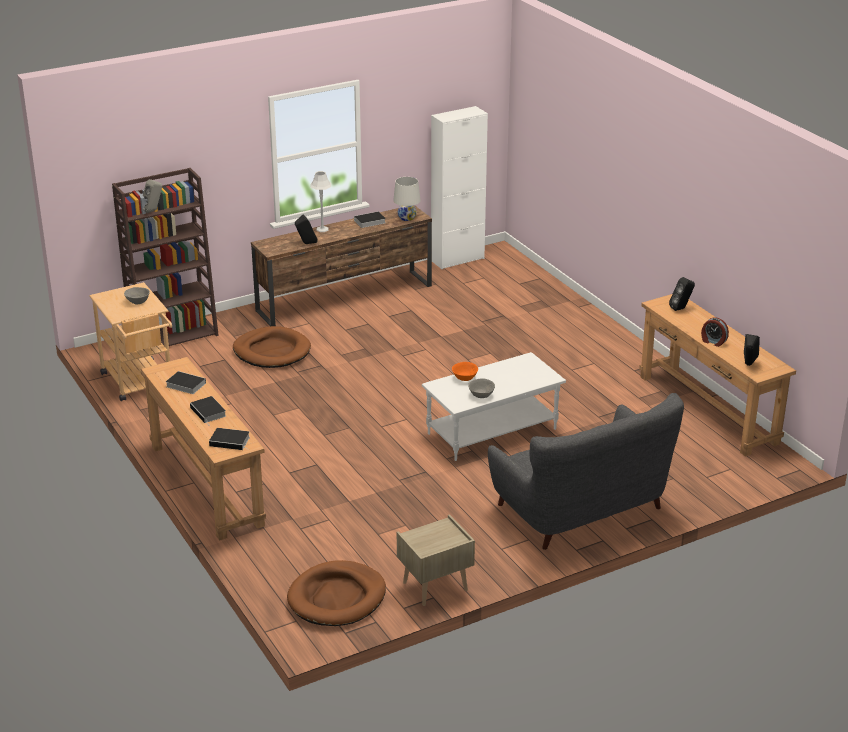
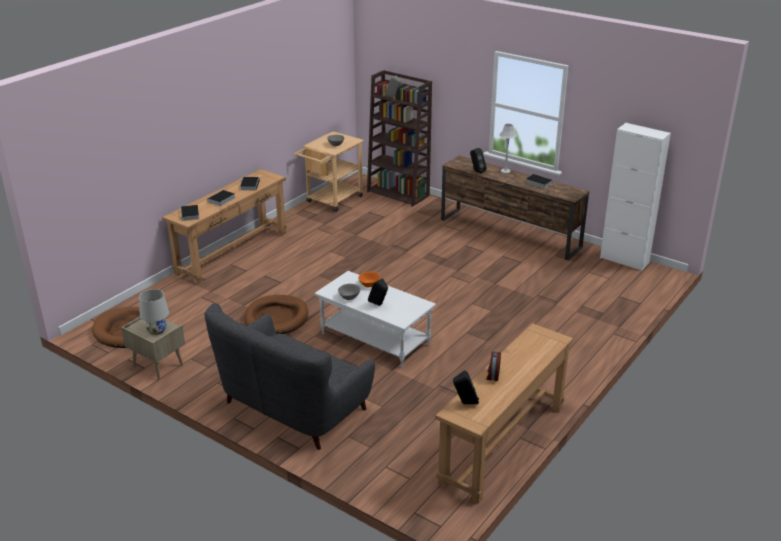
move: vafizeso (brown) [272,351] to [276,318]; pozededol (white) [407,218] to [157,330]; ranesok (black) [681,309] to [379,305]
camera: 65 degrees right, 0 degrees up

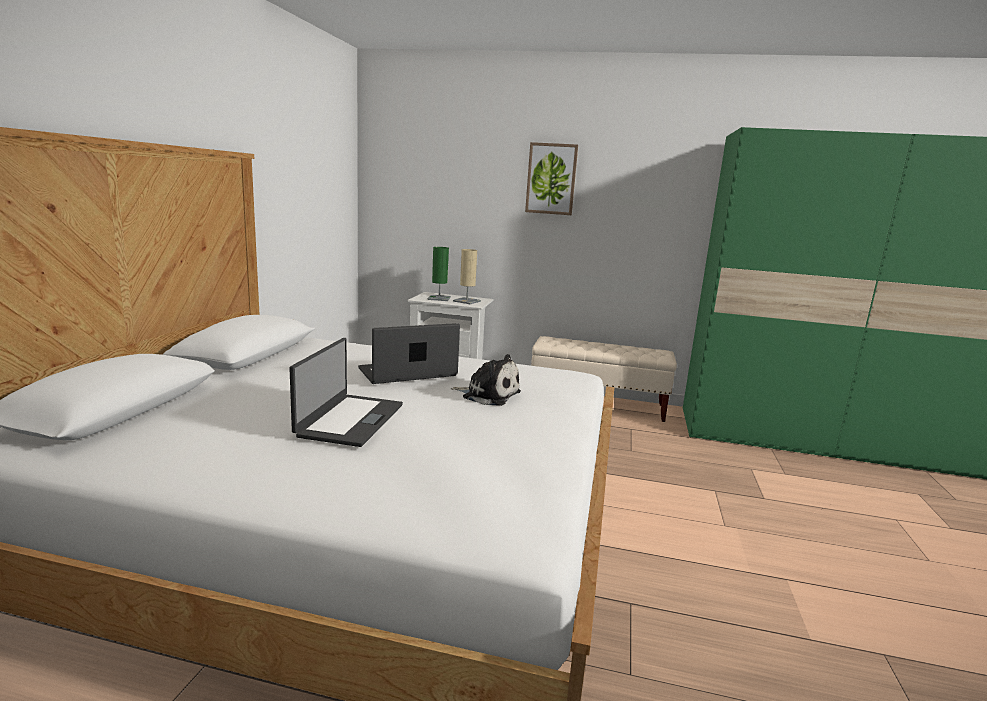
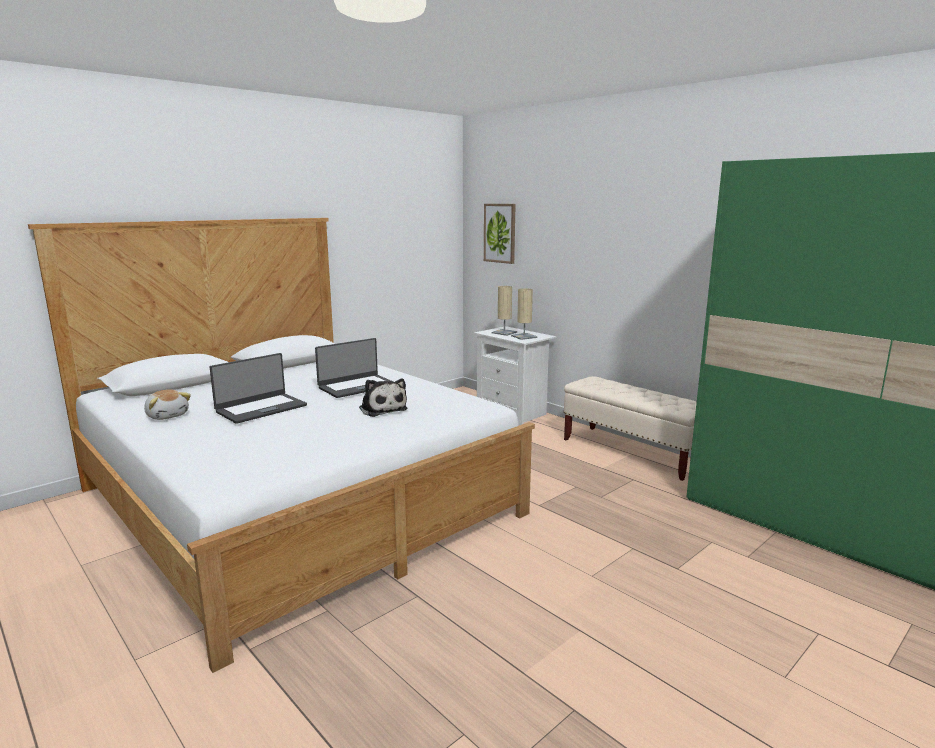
insert: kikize [167,415]
move: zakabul [551,179] to [500,233]
recolor: pozededol (green) [439,298] to pozededol (beige) [504,333]
rotate: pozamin [408,373] = [357,386] 135 degrees clockwise
camera: 35 degrees right, 0 degrees up

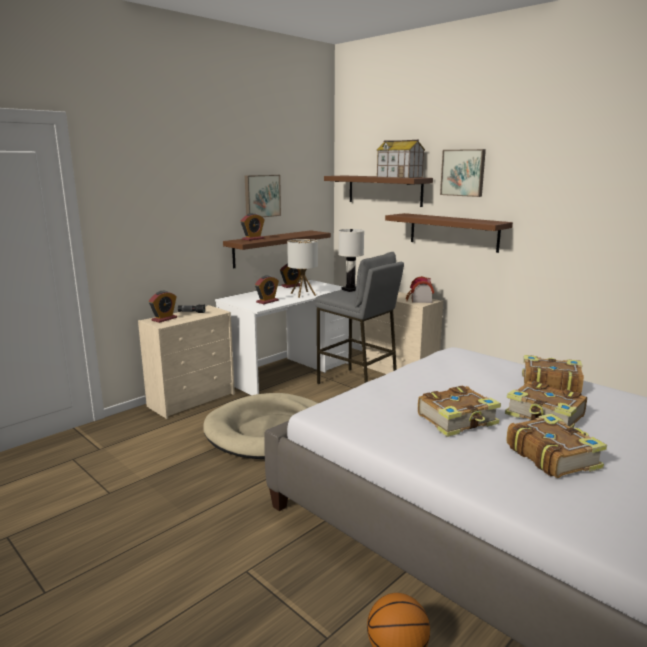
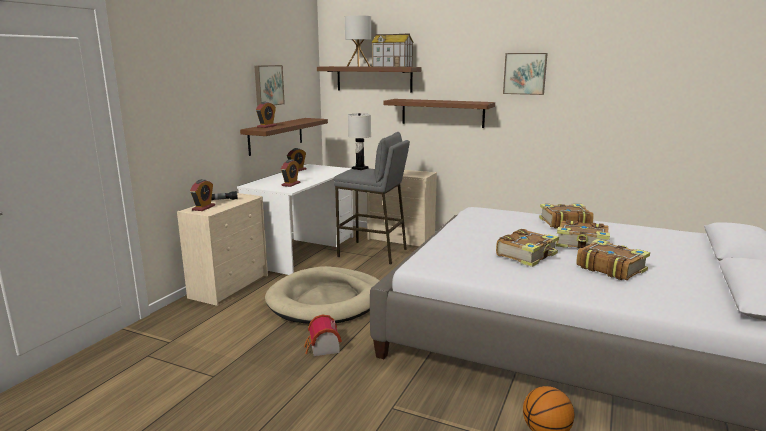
move: pozededol [303,294] to [358,66]; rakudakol [419,300] to [322,348]; zakabul [463,172] to [525,73]
camera: 20 degrees left, 0 degrees up

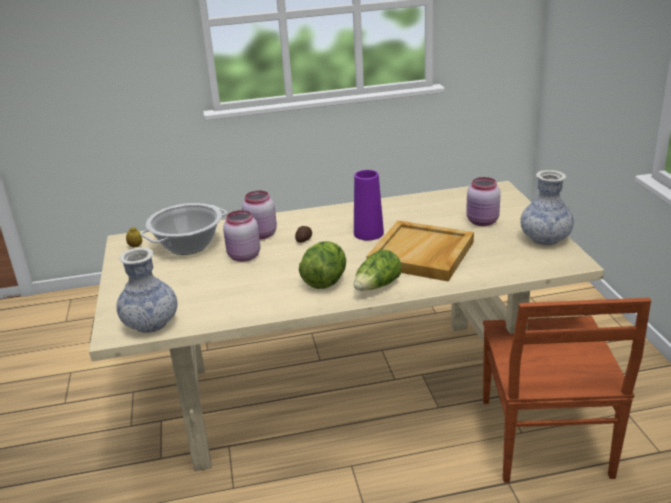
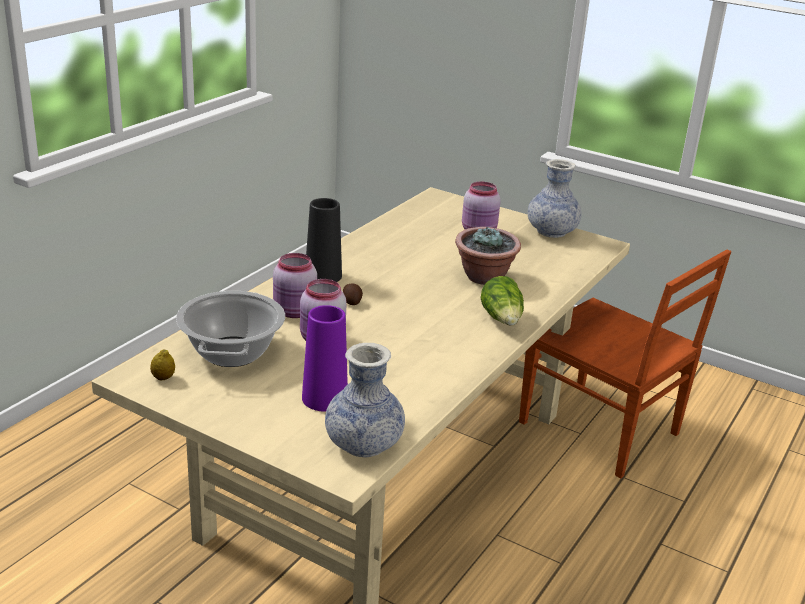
delete: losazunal [325,281]
insert: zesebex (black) [323,276]
move: zesebex (purple) [368,233] to [324,398]
replace: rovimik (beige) [421,254] to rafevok [484,277]
camera: 50 degrees left, 0 degrees up

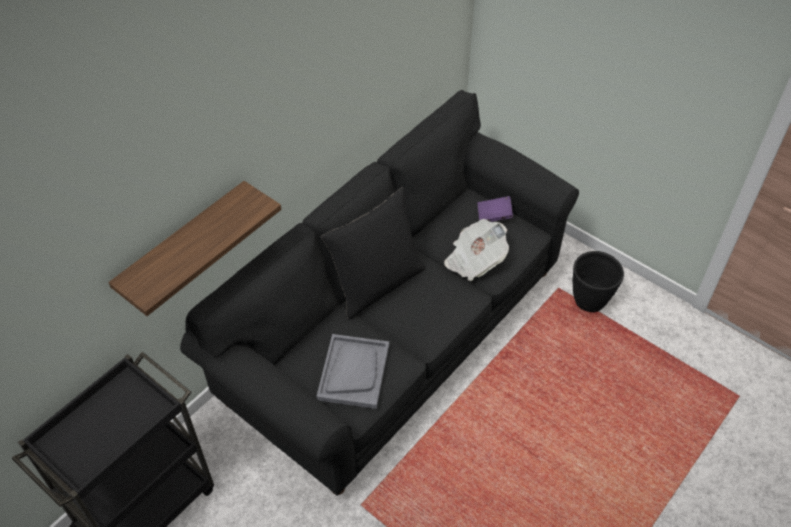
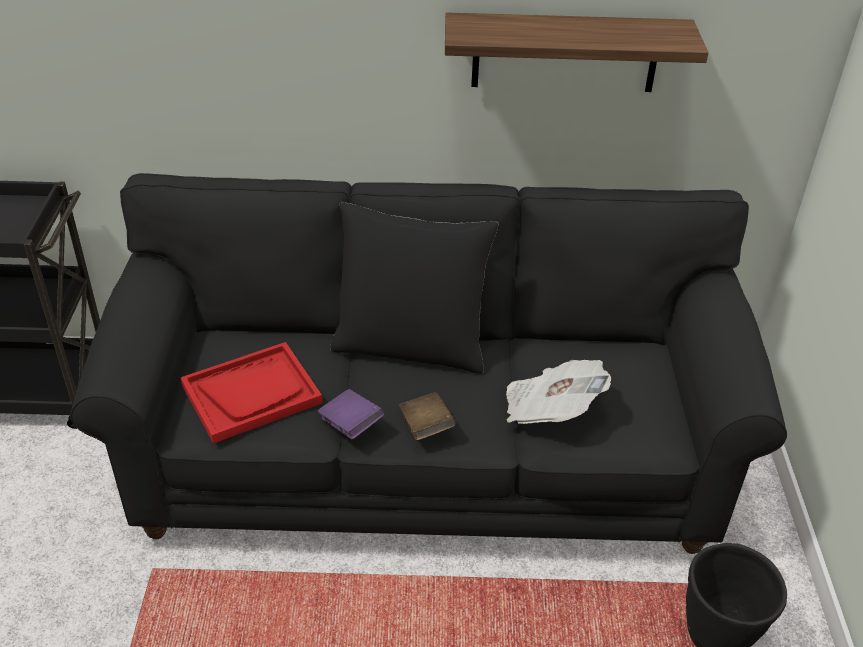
insert: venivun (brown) [426,427]
move: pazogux [184,247] to [565,52]; venivun (purple) [494,216] to [351,425]
recolor: rovimik (grey) [353,372] to rovimik (red) [252,394]
camera: 50 degrees right, 10 degrees down

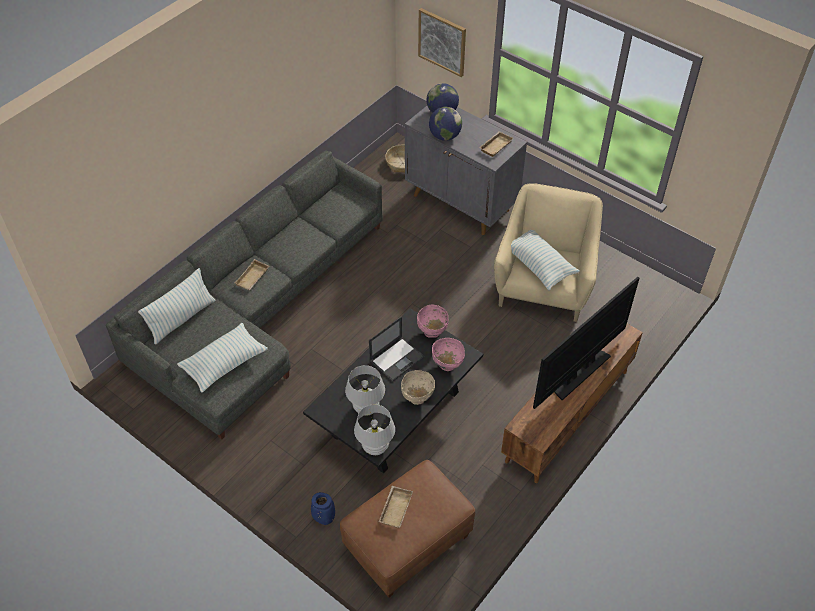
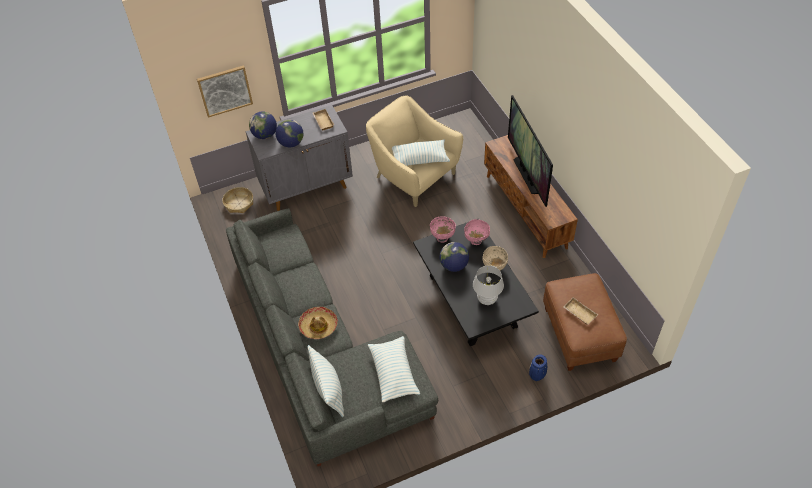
delete: pozededol (white) [375,447]
replace: rovimik (beige) [253,278] to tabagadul [318,326]; pozamin [397,358] to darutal [454,266]
camera: 60 degrees left, 0 degrees up

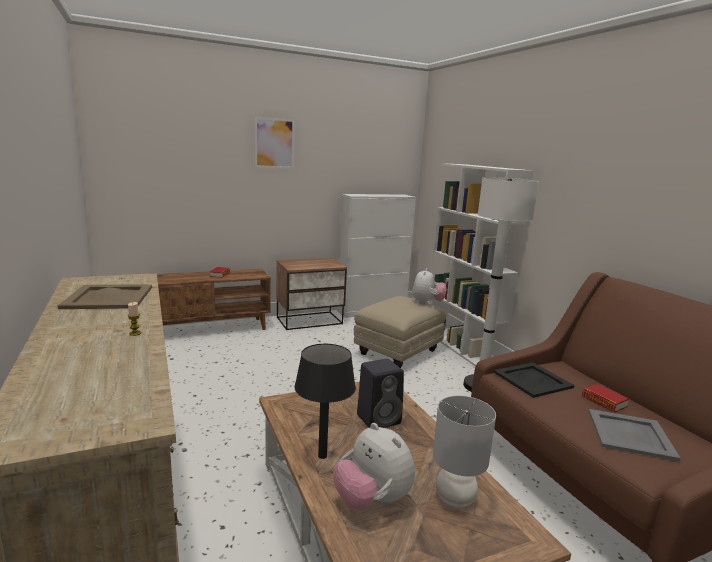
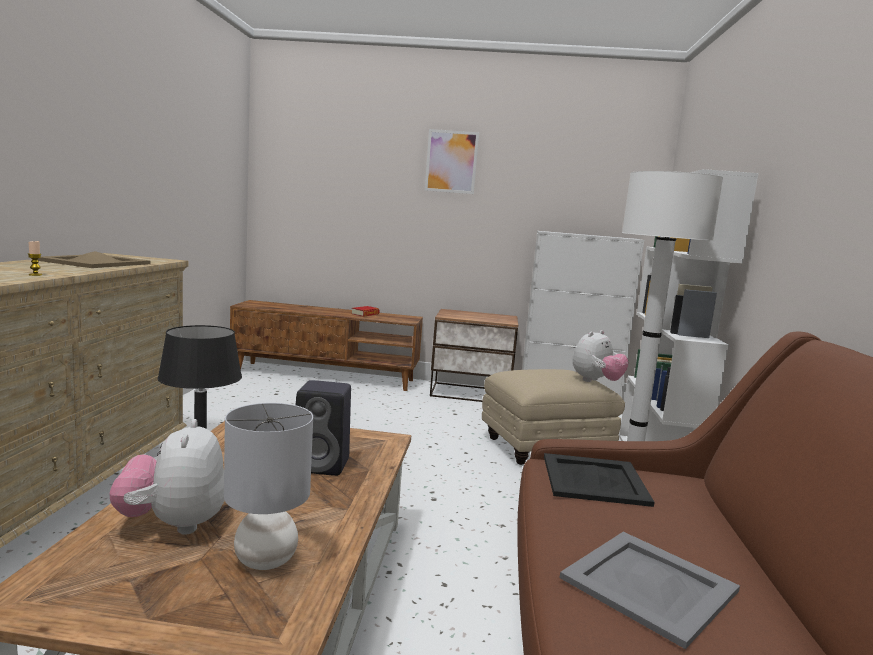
delete: venivun [604,401]
camera: 30 degrees right, 5 degrees down

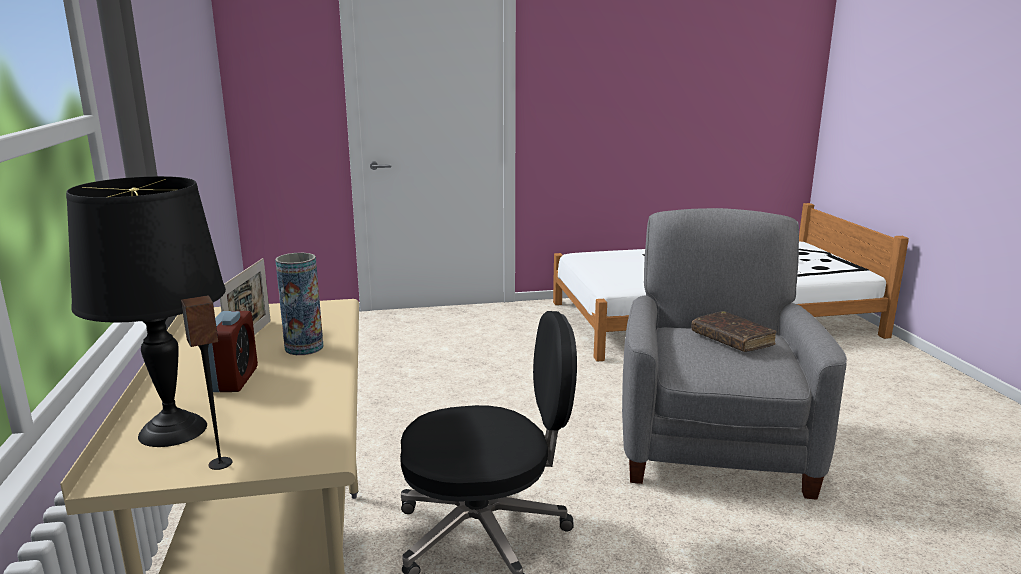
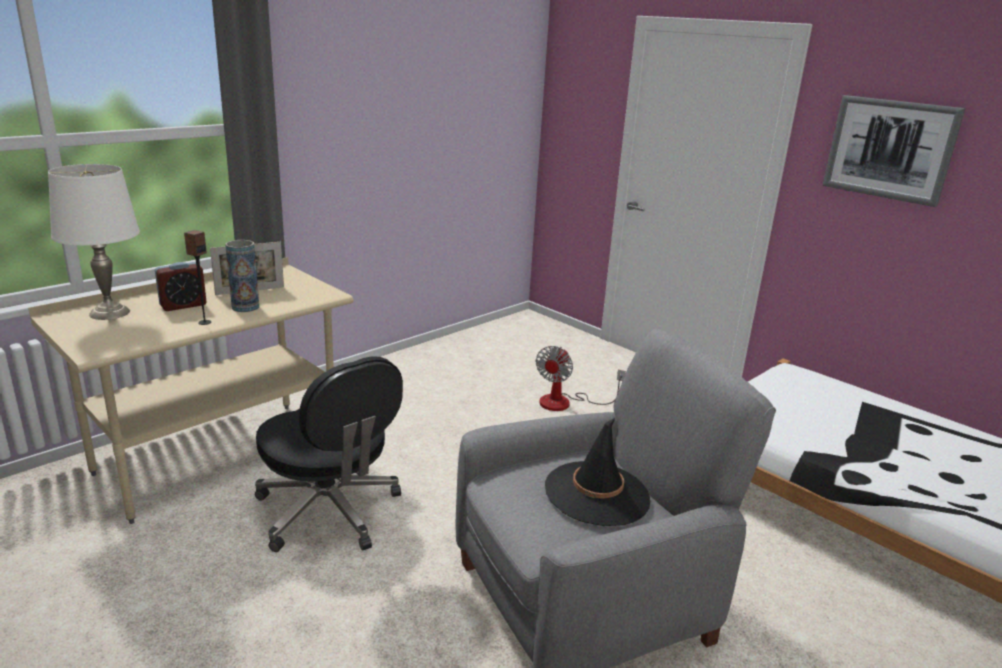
insert: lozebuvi [565,402]; zakabul [889,149]
move: ranesok [219,463] to [204,322]
replace: venivun (brown) [732,339] to tabagadul (black) [597,493]
recolor: pozededol (black) [172,430] to pozededol (white) [109,312]
camera: 55 degrees right, 5 degrees up

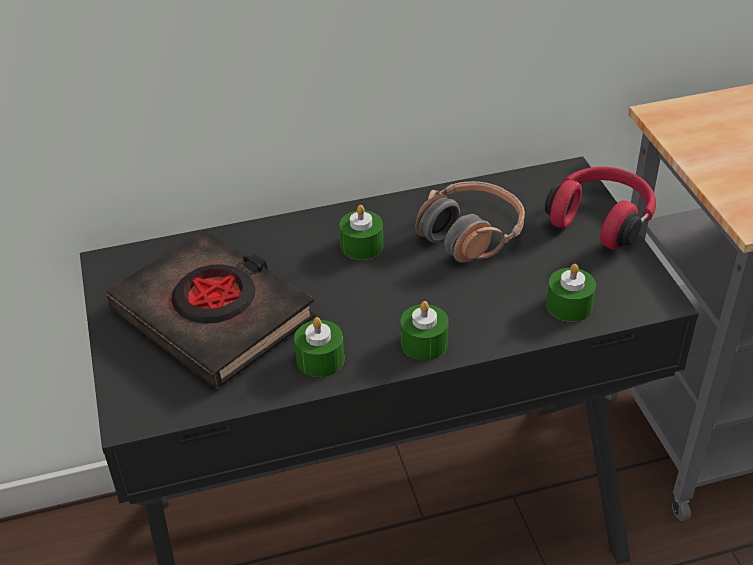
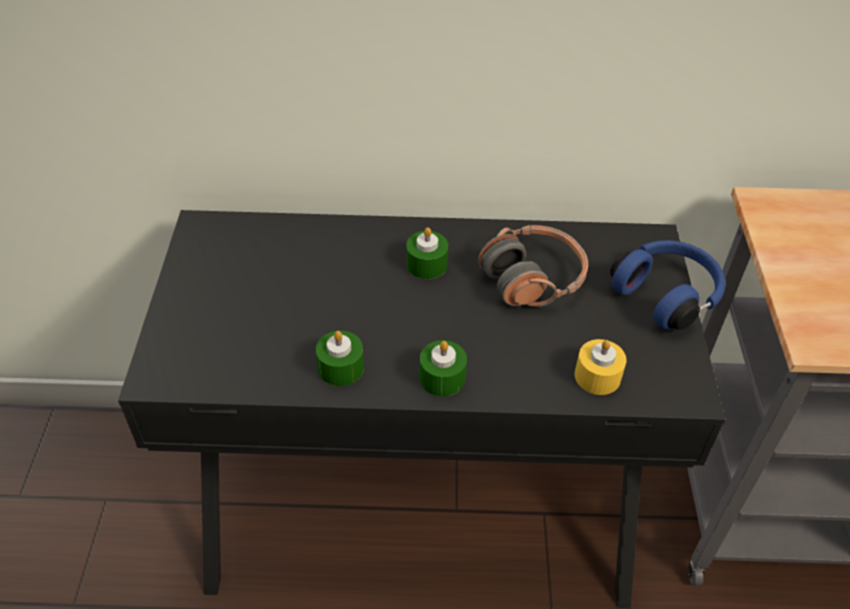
delete: venivun (black) [213,315]
recolor: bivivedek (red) [602,219] to bivivedek (blue) [667,294]; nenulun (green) [569,305] to nenulun (yellow) [597,376]
camera: 15 degrees right, 5 degrees up

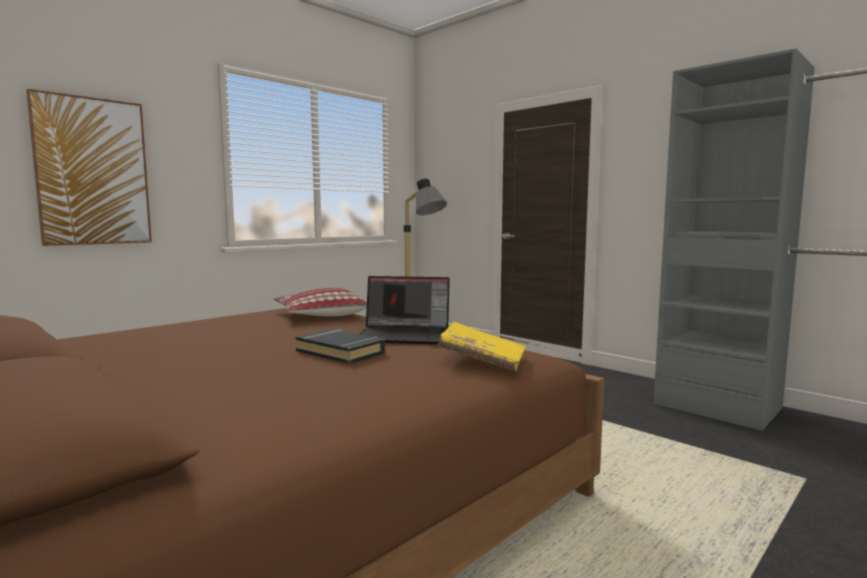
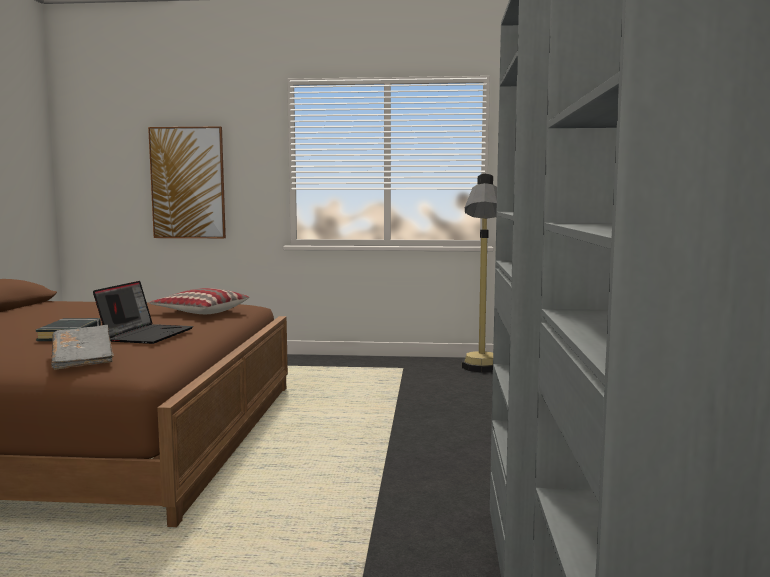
recolor: venivun (yellow) [482,360] to venivun (grey) [83,359]
rotate: pozamin [404,335] = [146,334] 135 degrees counterclockwise
camera: 50 degrees right, 0 degrees up

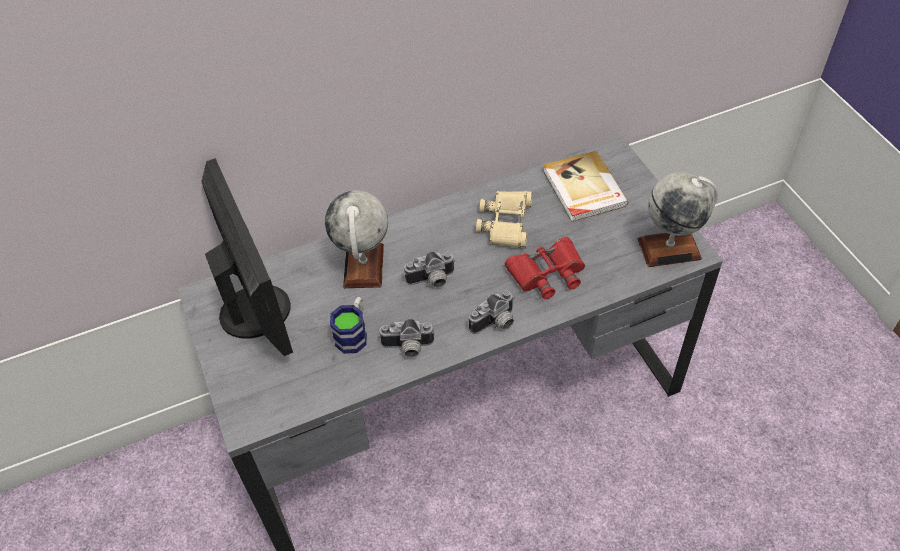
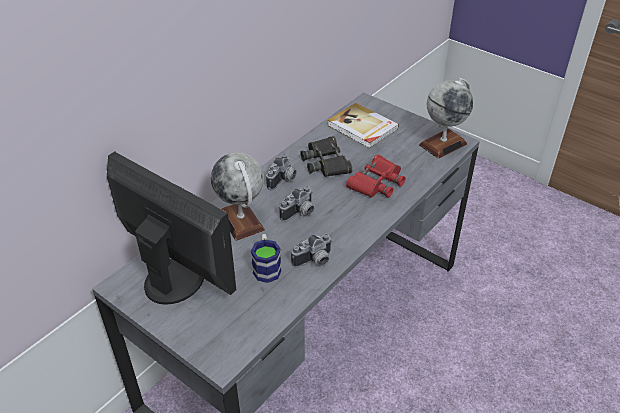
move: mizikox [495,324] to [283,180]
recolor: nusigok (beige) [506,223] to nusigok (black) [326,162]
camera: 30 degrees left, 10 degrees down

